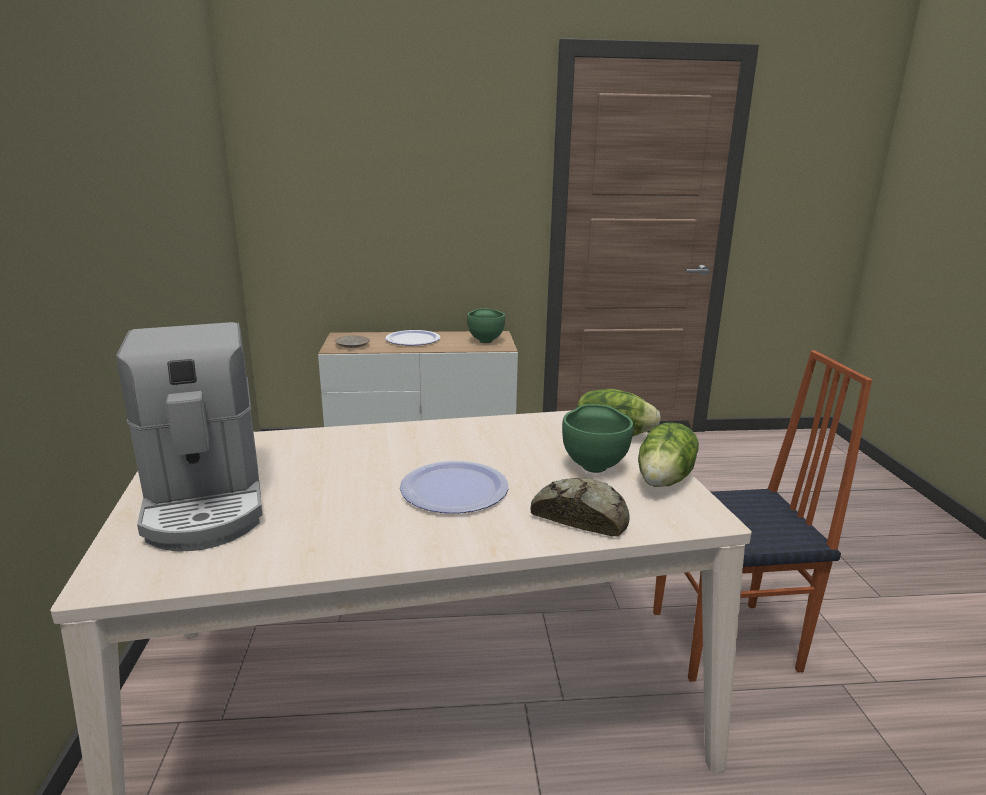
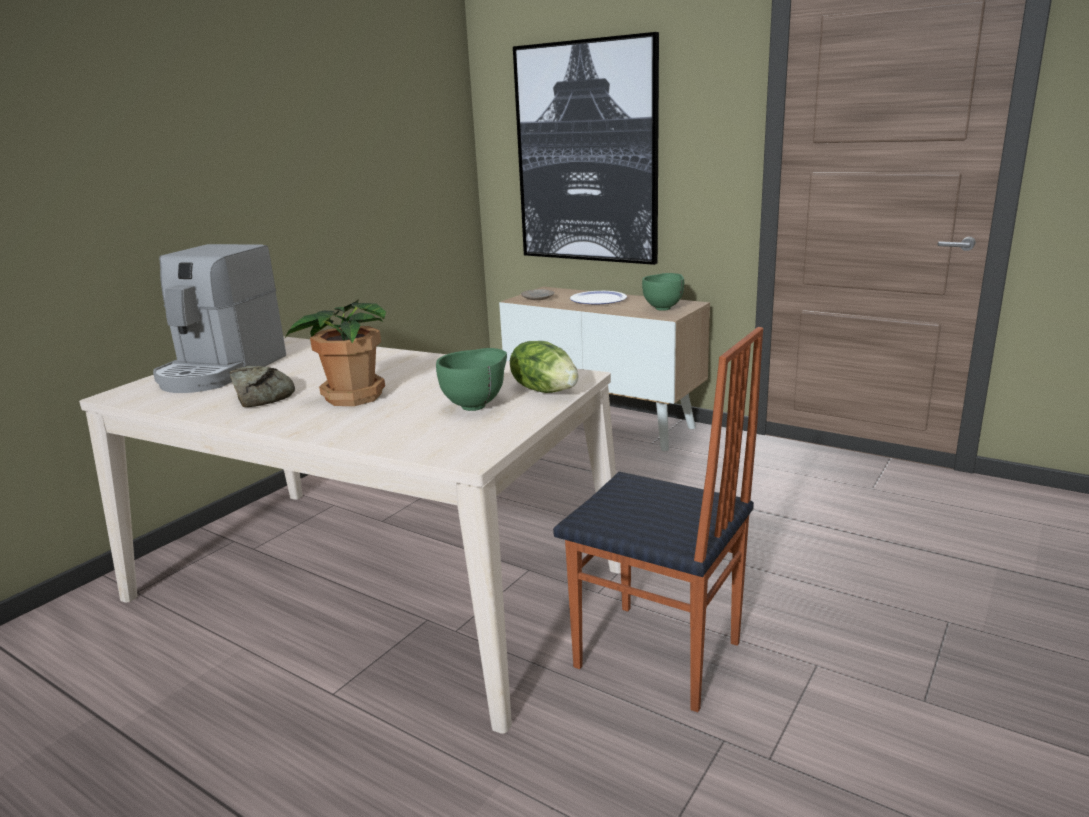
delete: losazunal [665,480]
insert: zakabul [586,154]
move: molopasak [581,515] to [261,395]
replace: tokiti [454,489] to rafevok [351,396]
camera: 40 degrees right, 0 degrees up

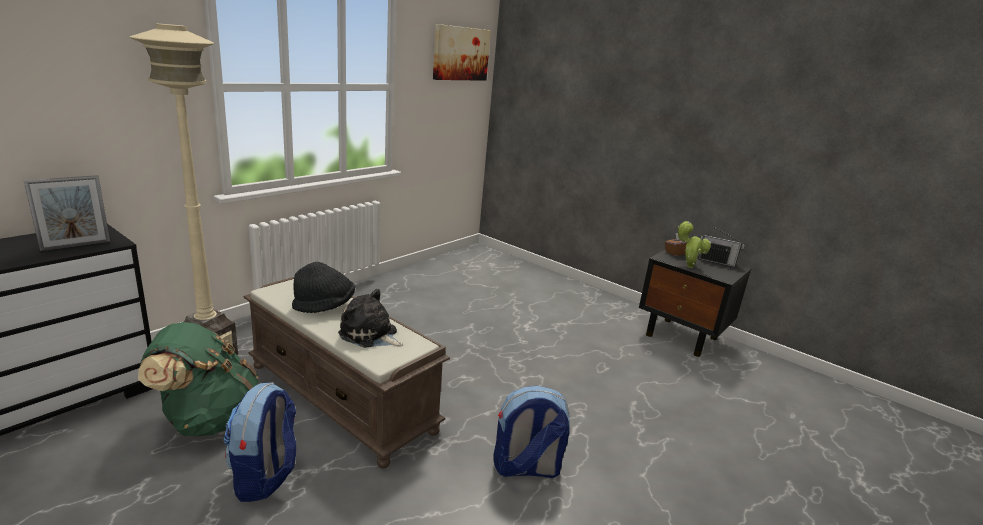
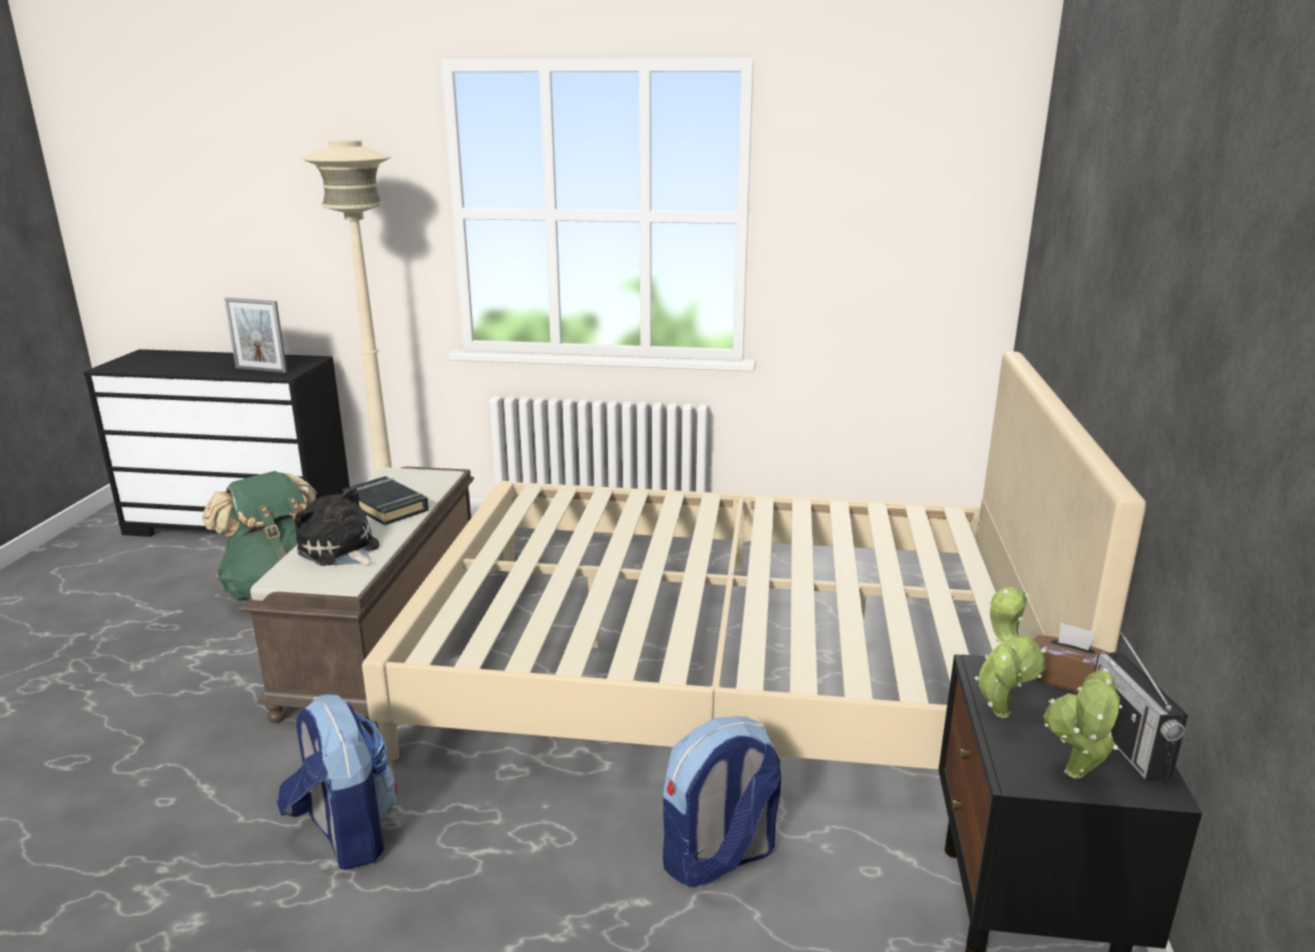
delete: zakabul [460,53]
insert: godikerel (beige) [727,663]; rafevok [1075,777]
move: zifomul [265,476] to [718,859]
replace: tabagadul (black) [324,306] to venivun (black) [386,506]
rotate: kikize [370,335] = [341,551] 45 degrees counterclockwise
camera: 60 degrees right, 0 degrees up

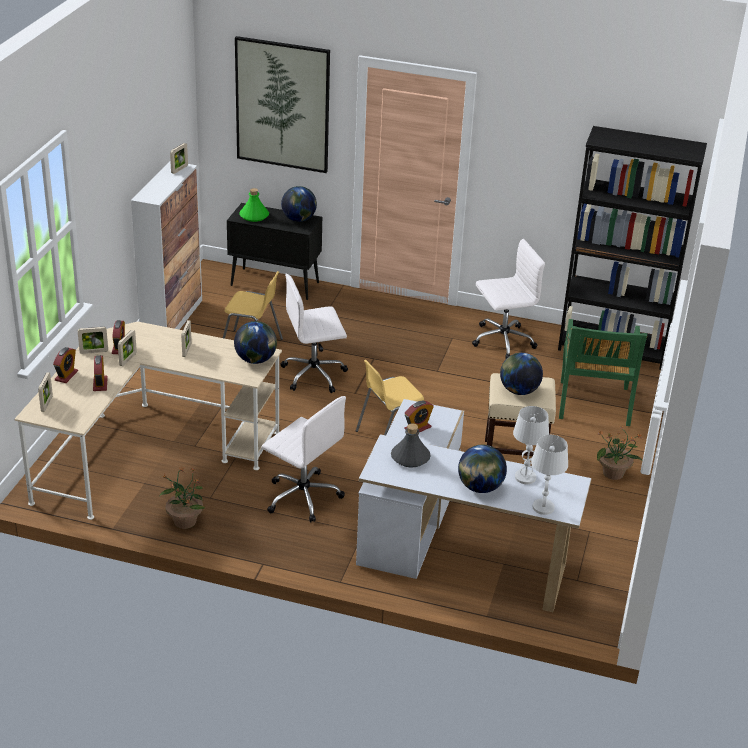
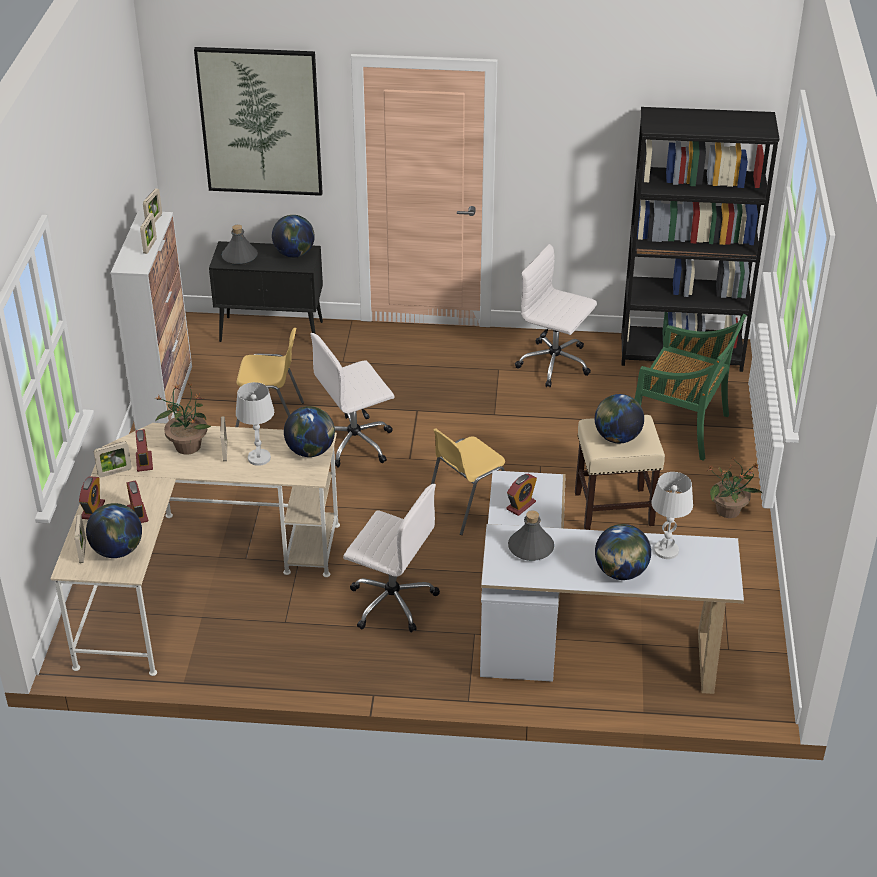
insert: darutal [117,550]
move: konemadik [128,359] to [150,246]; rafevok [184,521] to [187,446]; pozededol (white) [543,507] to [259,458]
recolor: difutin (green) [254,216] to difutin (grey) [240,257]
rotate: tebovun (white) [501,341] = [555,364] 120 degrees counterclockwise; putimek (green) [594,404] = [681,428] 60 degrees counterclockwise
camera: 10 degrees left, 5 degrees up

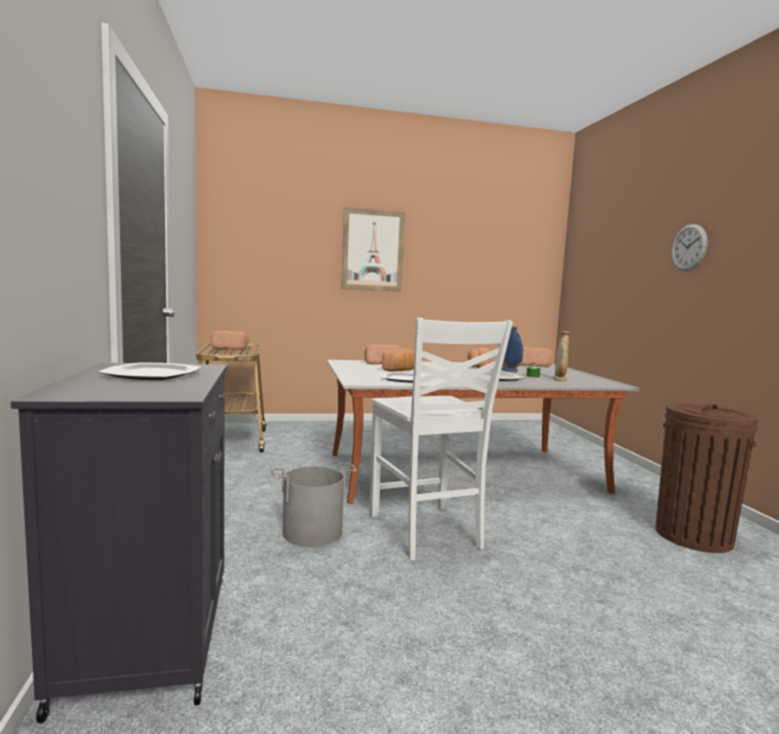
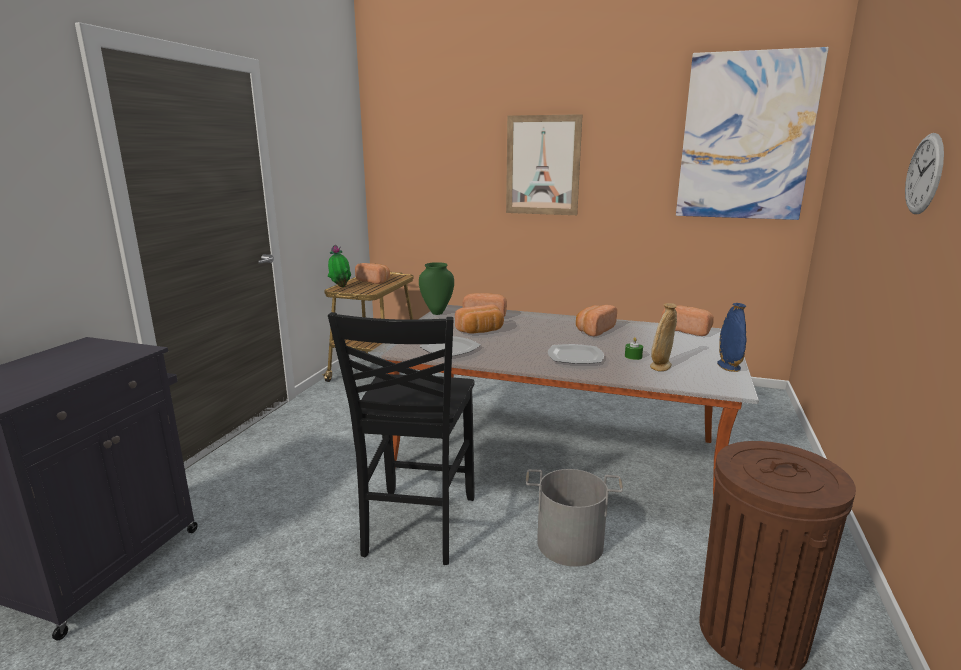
delete: tokiti [153,374]
insert: rafevok [340,286]; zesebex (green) [437,312]; zakabul [746,137]
move: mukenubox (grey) [312,532] to [570,543]; zesebex (blue) [509,370] to [728,367]
recolor: putimek (white) [426,532] to putimek (black) [417,526]
camera: 30 degrees right, 10 degrees up

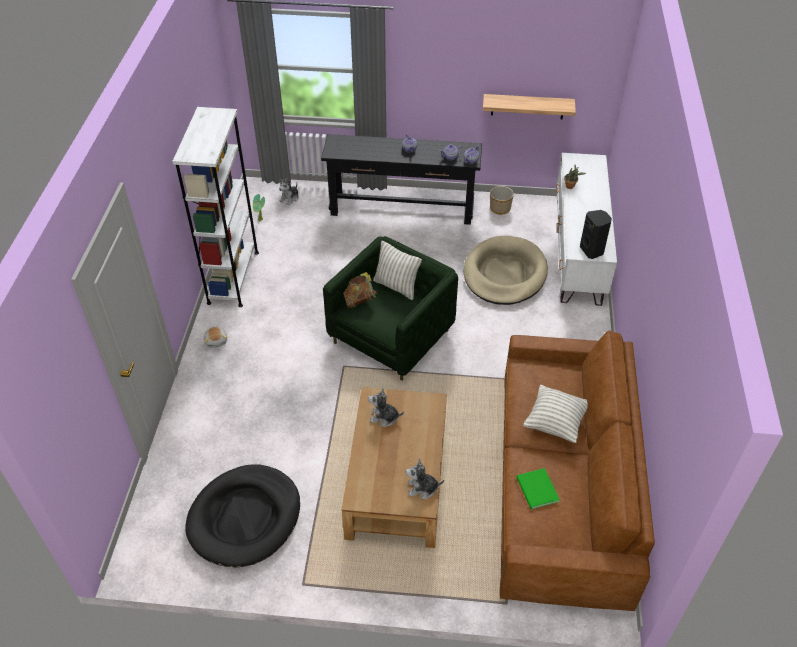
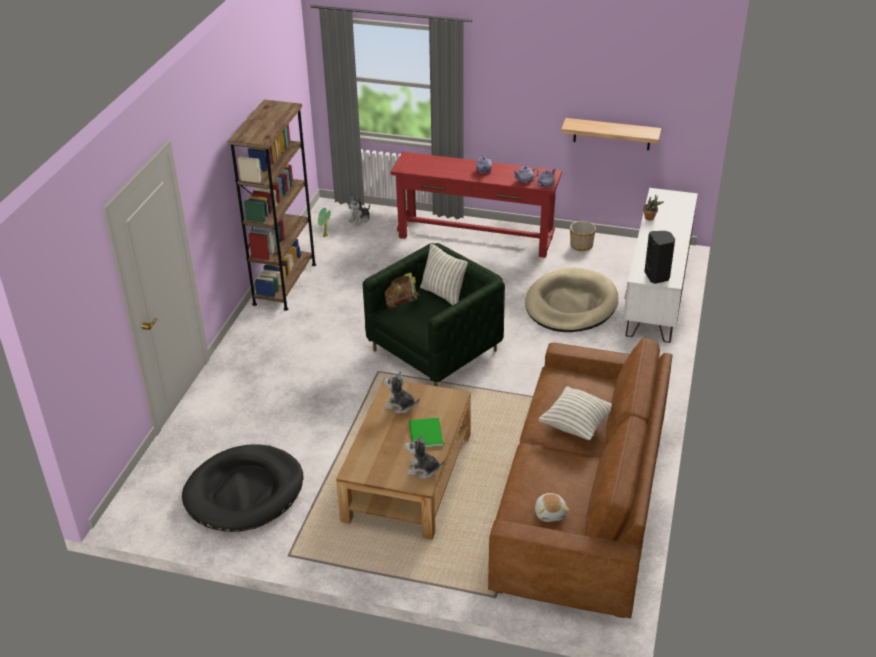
move: kikize [216,340] to [550,513]; venivun (green) [537,490] to [425,435]
recolor: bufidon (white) [233,277] to bufidon (brown) [285,284]; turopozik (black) [402,208] to turopozik (red) [475,237]
camera: 10 degrees right, 10 degrees down

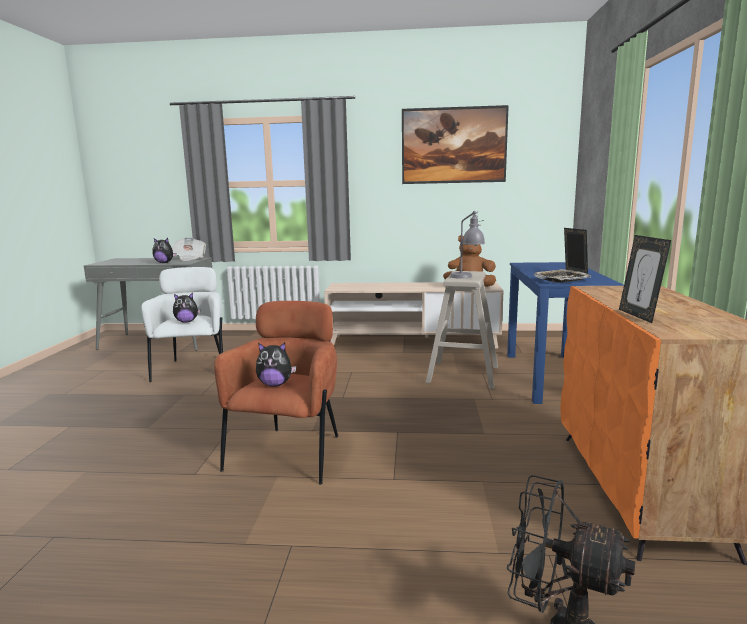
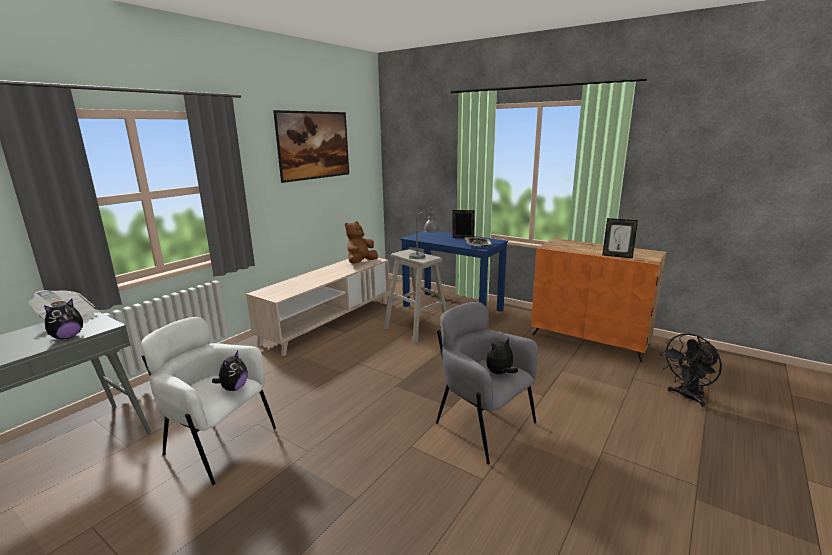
recolor: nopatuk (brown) [289,454] to nopatuk (grey) [482,425]
rotate: kikize [275,384] = [500,373] 150 degrees counterclockwise
camera: 60 degrees left, 5 degrees up

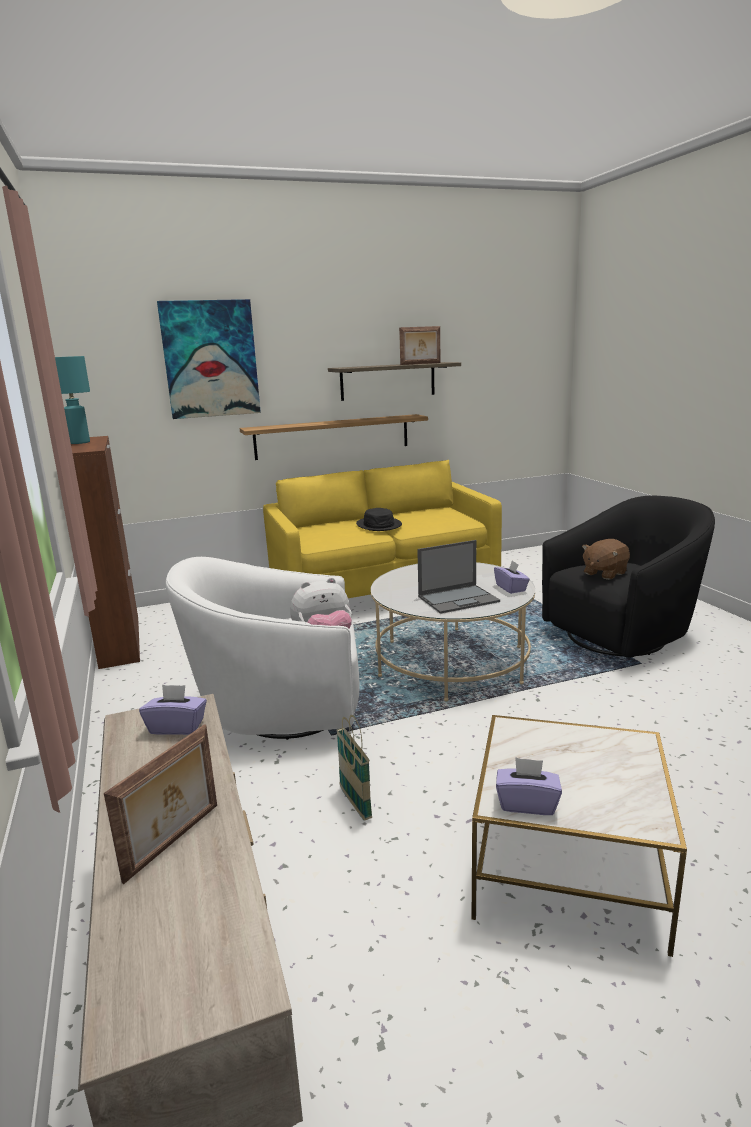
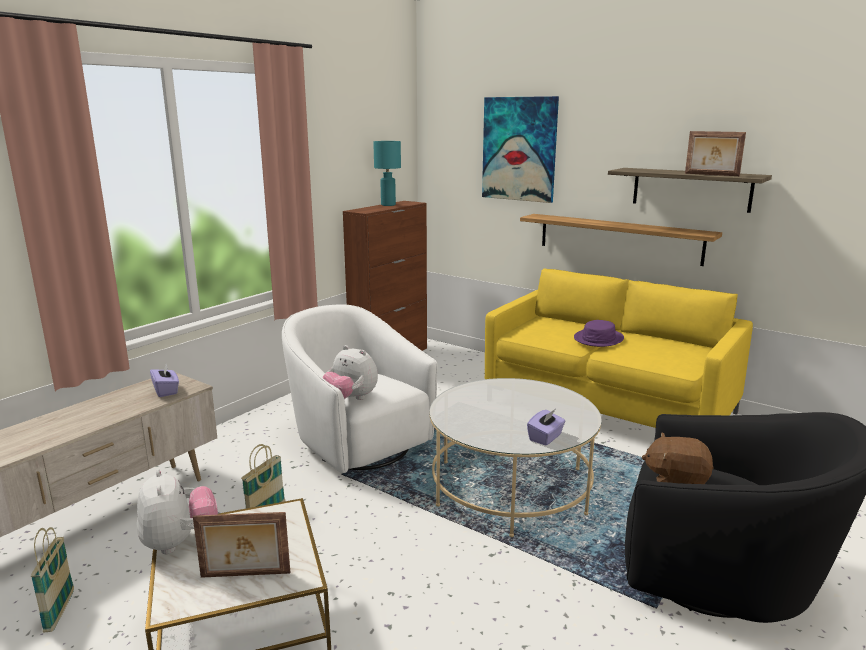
delete: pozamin [459,599]
insert: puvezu [59,611]
move: konemadik [174,842] to [245,576]
replace: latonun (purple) [527,803] to kikize [179,542]
recolor: tabagadul (black) [379,525] to tabagadul (purple) [598,339]
camera: 55 degrees right, 0 degrees up

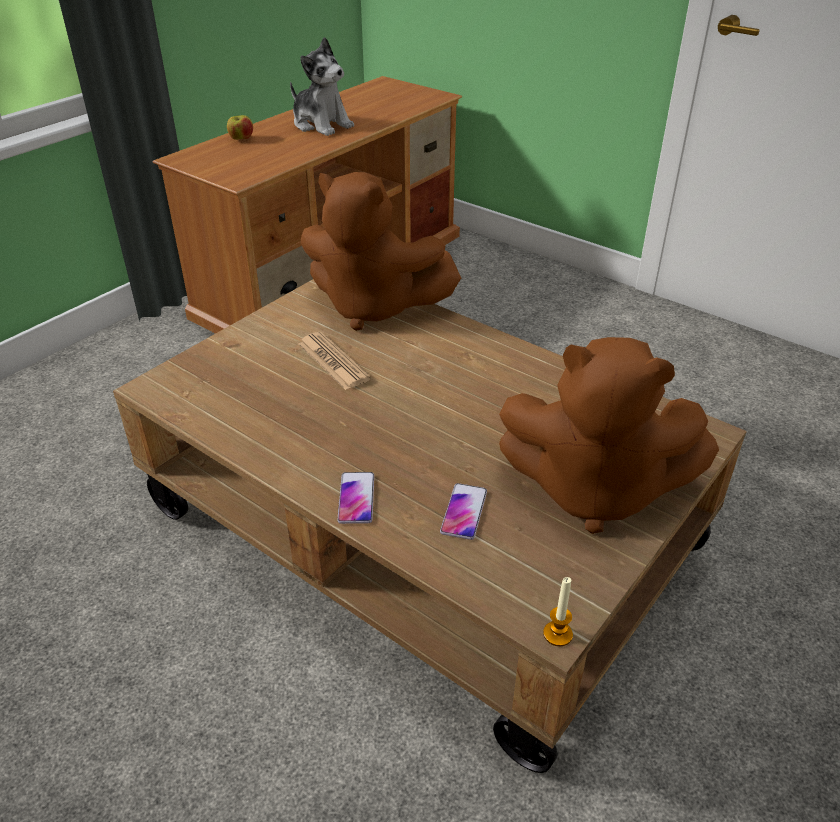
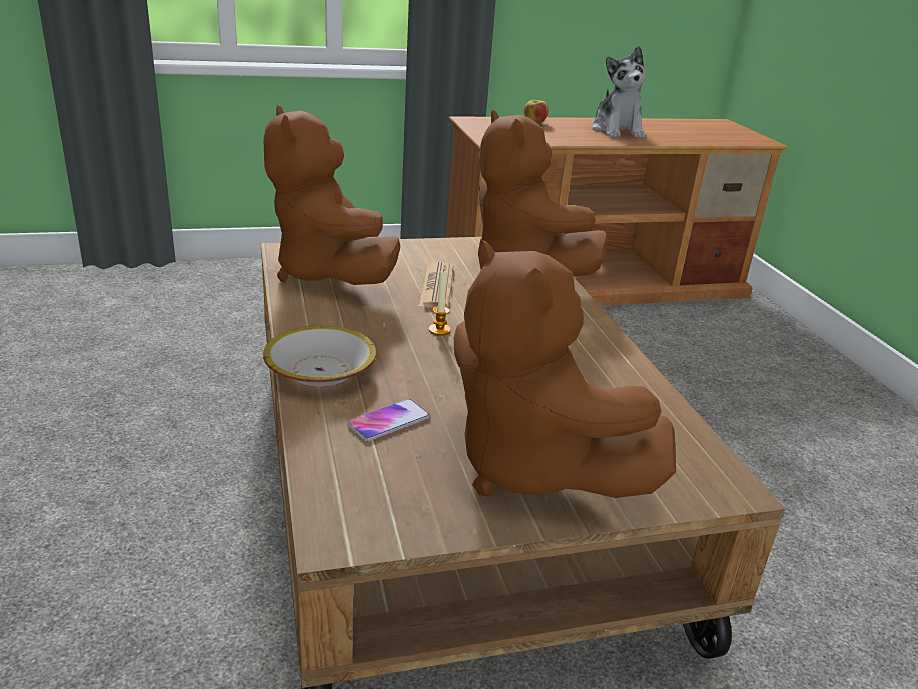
insert: kikize (brown) [328,274]
move: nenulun [557,634] to [439,330]
replace: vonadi [356,498] to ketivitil [319,371]
camera: 35 degrees right, 10 degrees down

